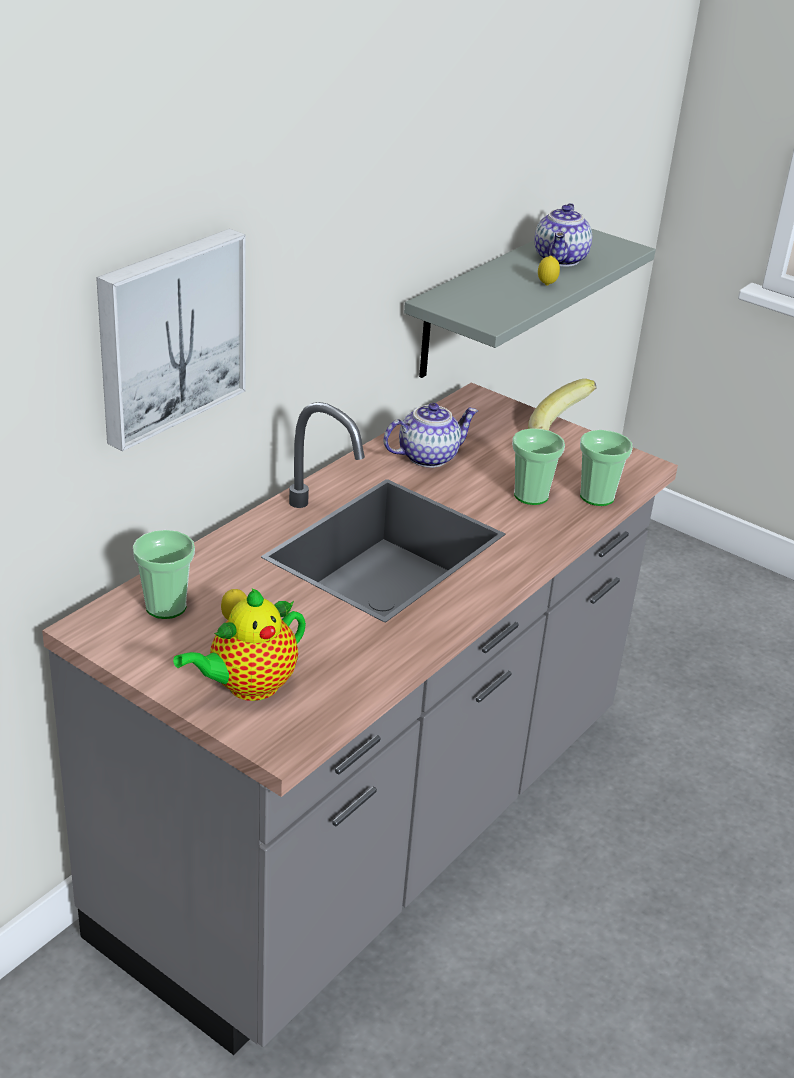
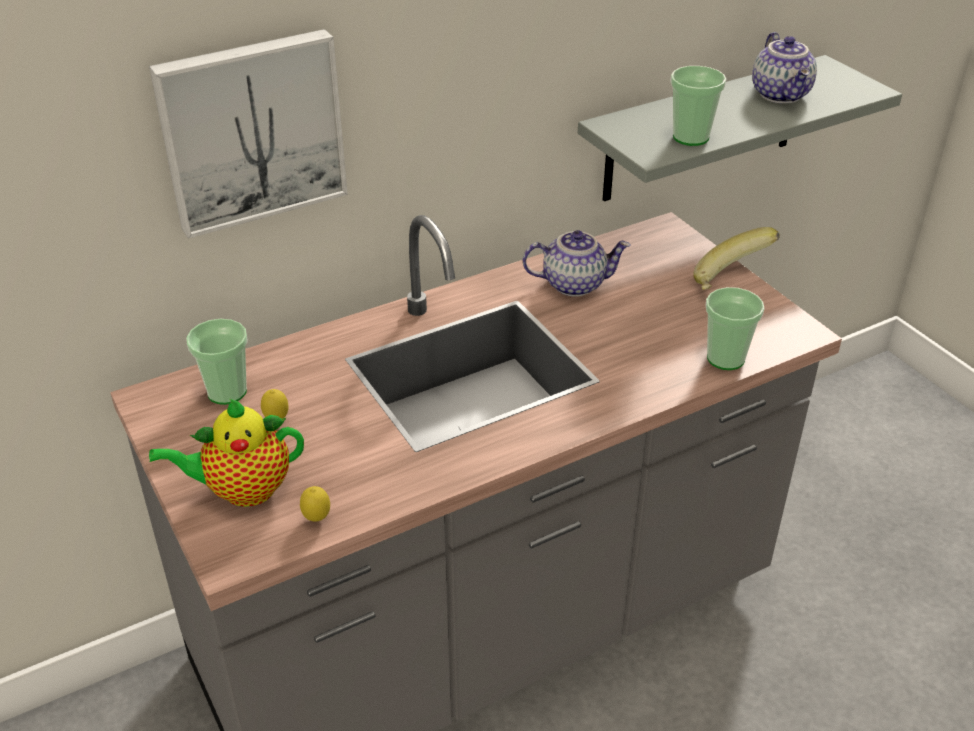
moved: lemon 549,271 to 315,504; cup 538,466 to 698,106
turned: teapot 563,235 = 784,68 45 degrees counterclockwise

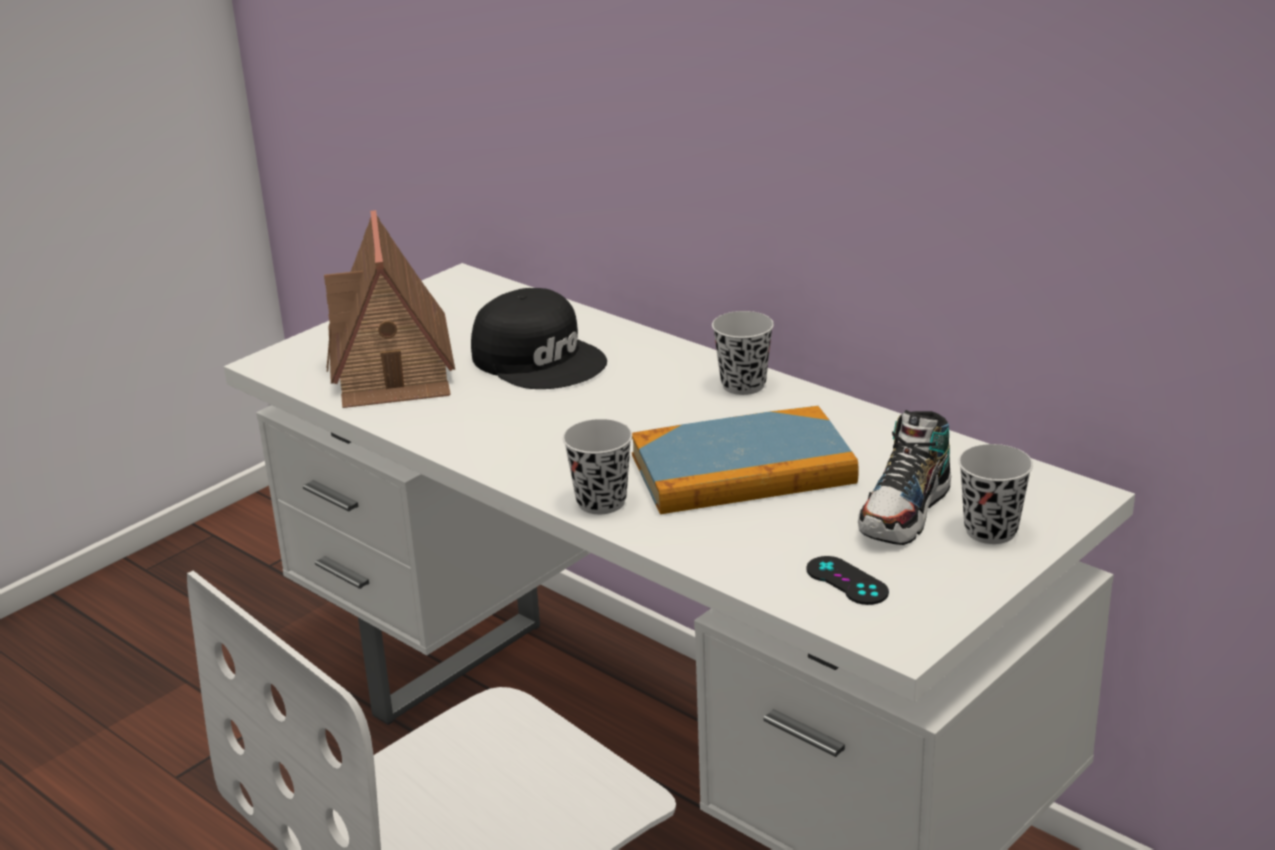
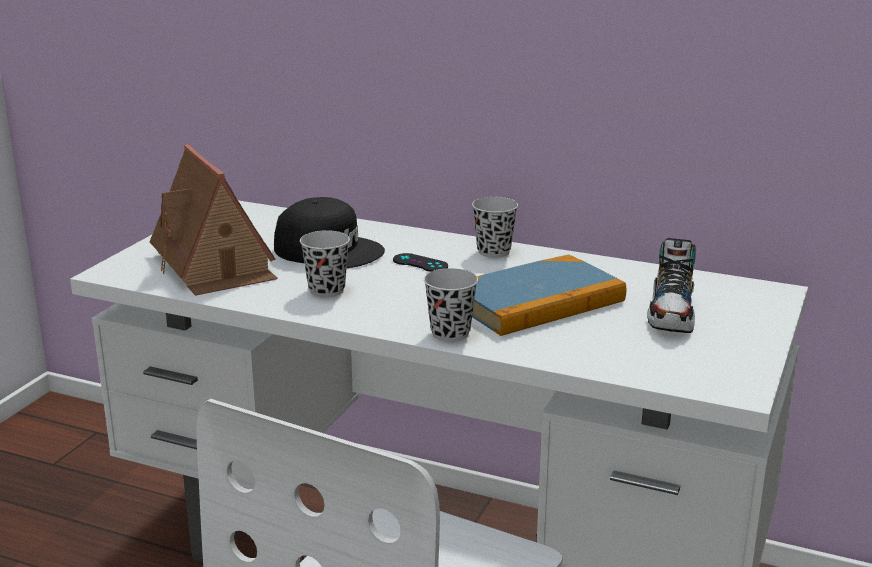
moved: cup (black) 995,494 to 325,263; game controller (black) 847,580 to 420,262

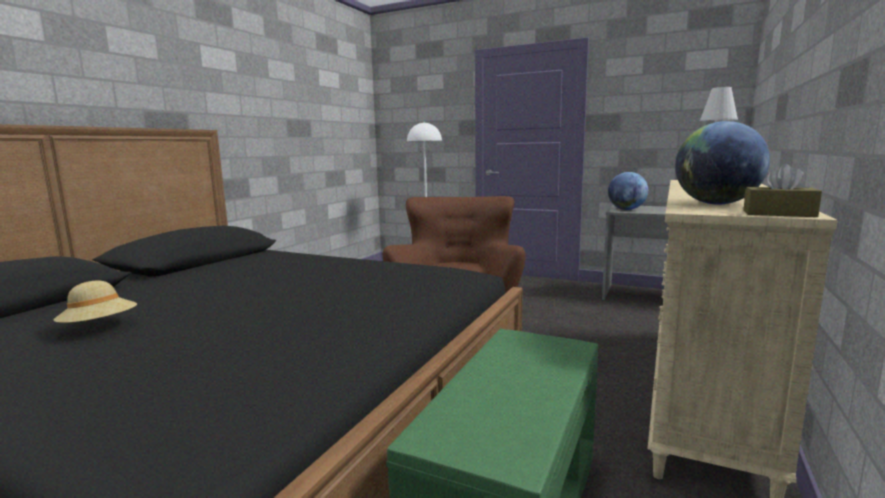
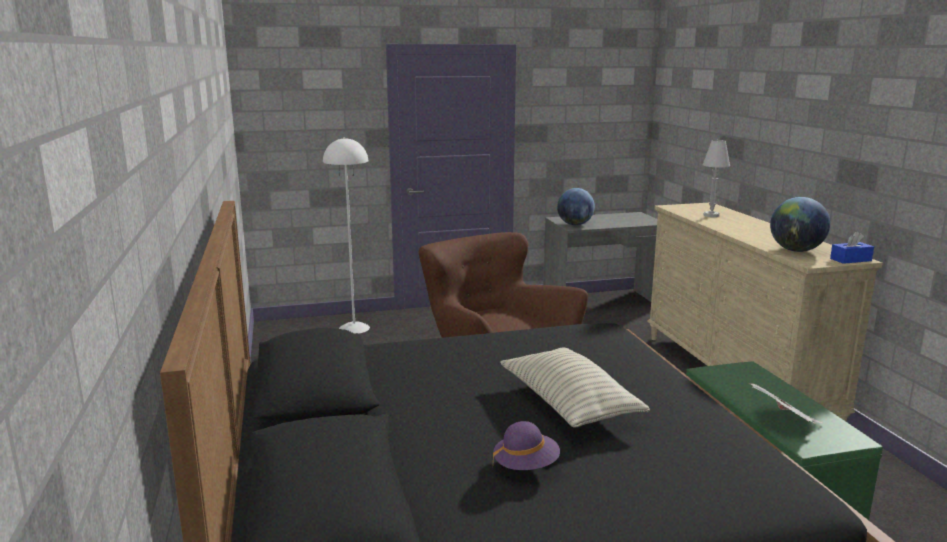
added: pillow 575,388; newspaper 785,403
recoloured: tissue box (brown) 782,190 to tissue box (blue) 852,247; hat (beige) 95,302 to hat (purple) 526,445

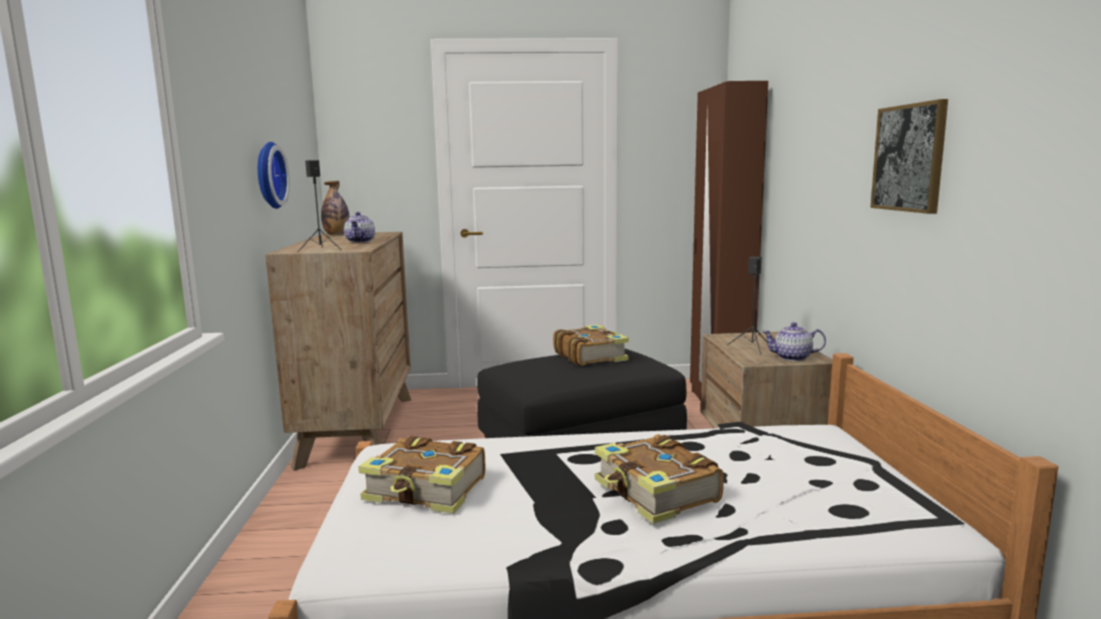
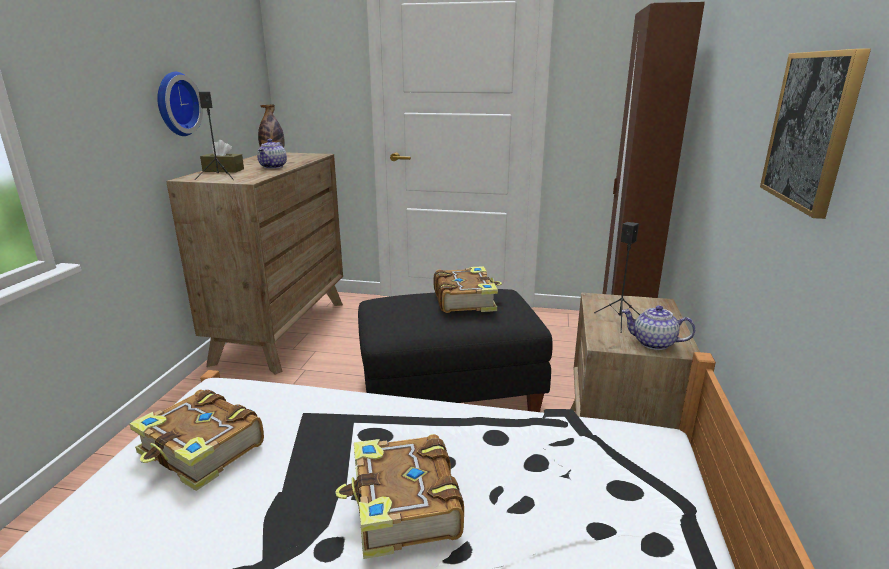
added: tissue box (brown) 222,156

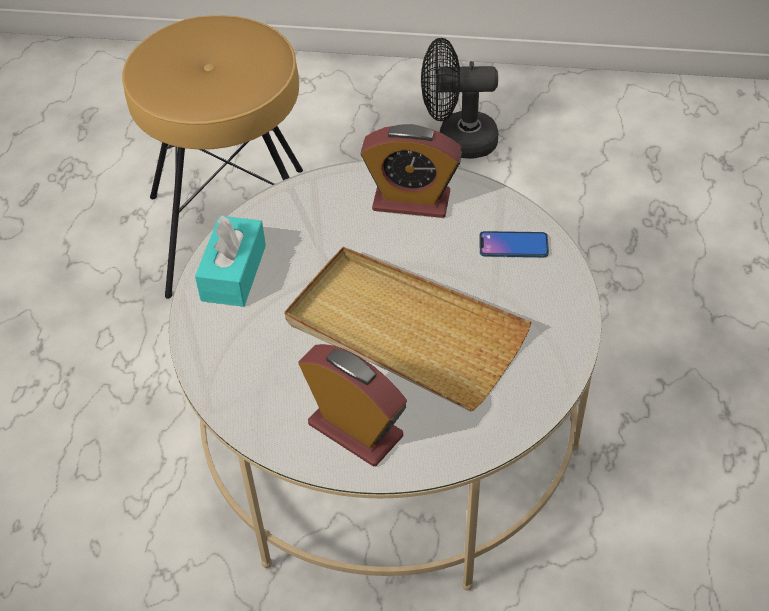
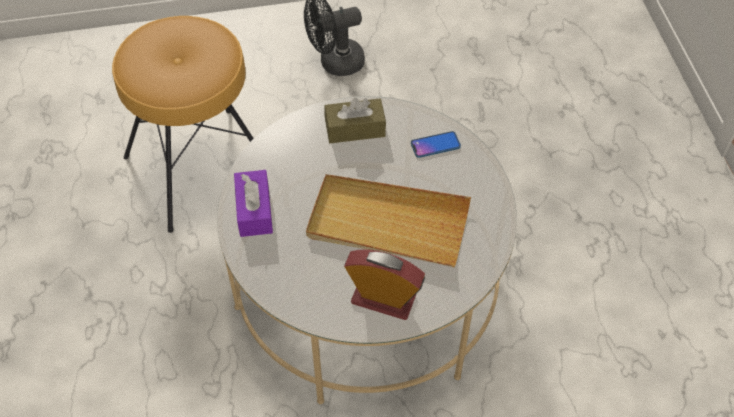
replaced: alarm clock 411,171 to tissue box (brown) 355,120
recoloured: tissue box (turquoise) 230,261 to tissue box (purple) 253,203

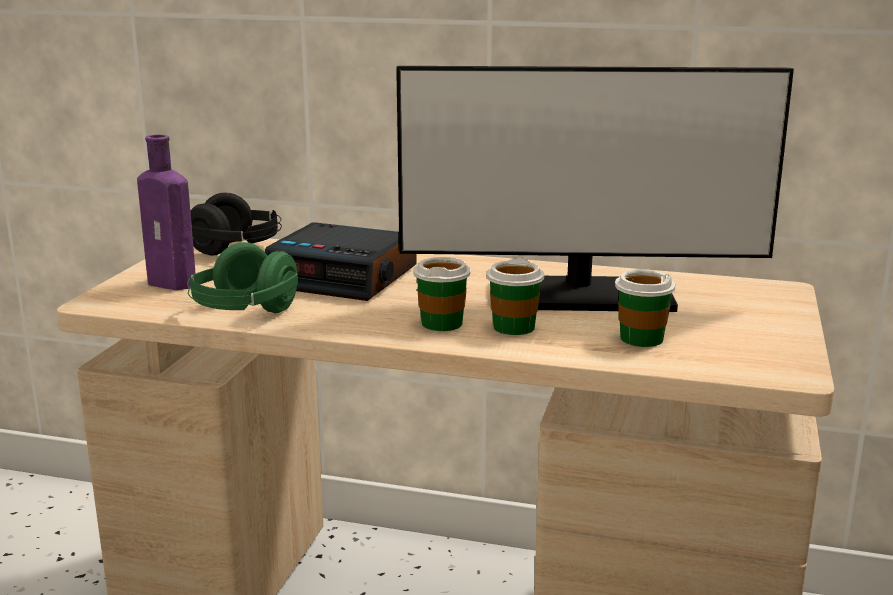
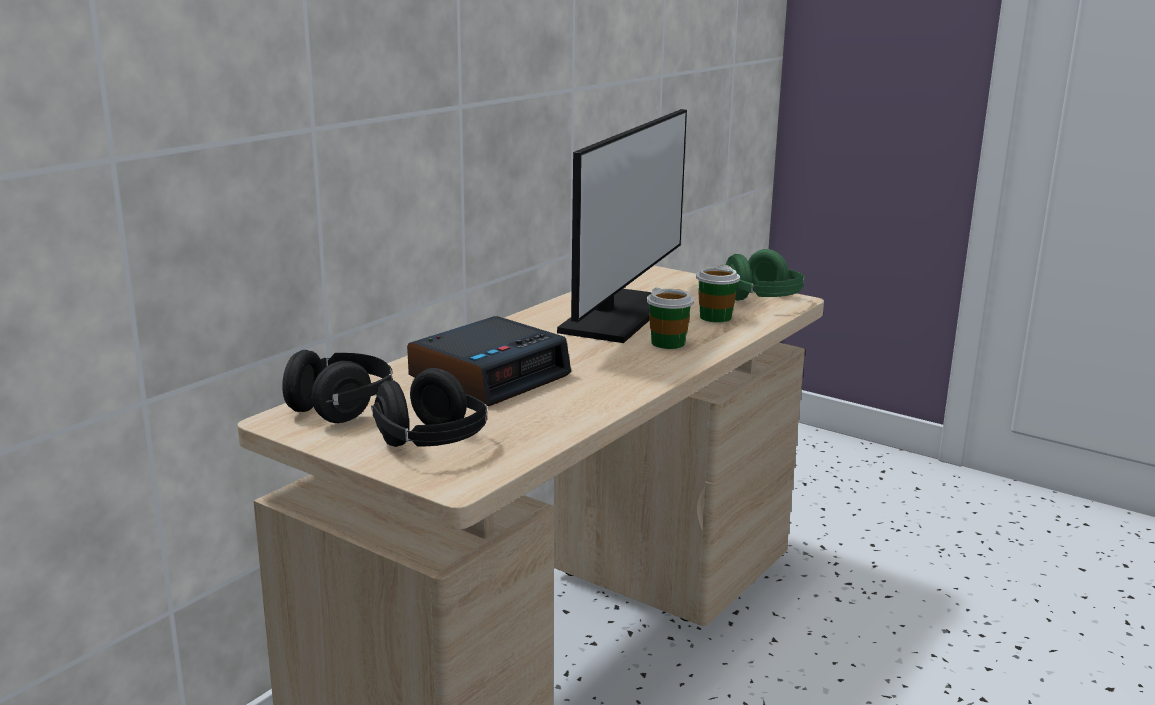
removed: cup 442,294
moved: headphones (green) 242,277 to 765,275
replaced: bottle (purple) 166,212 to headphones (black) 429,407

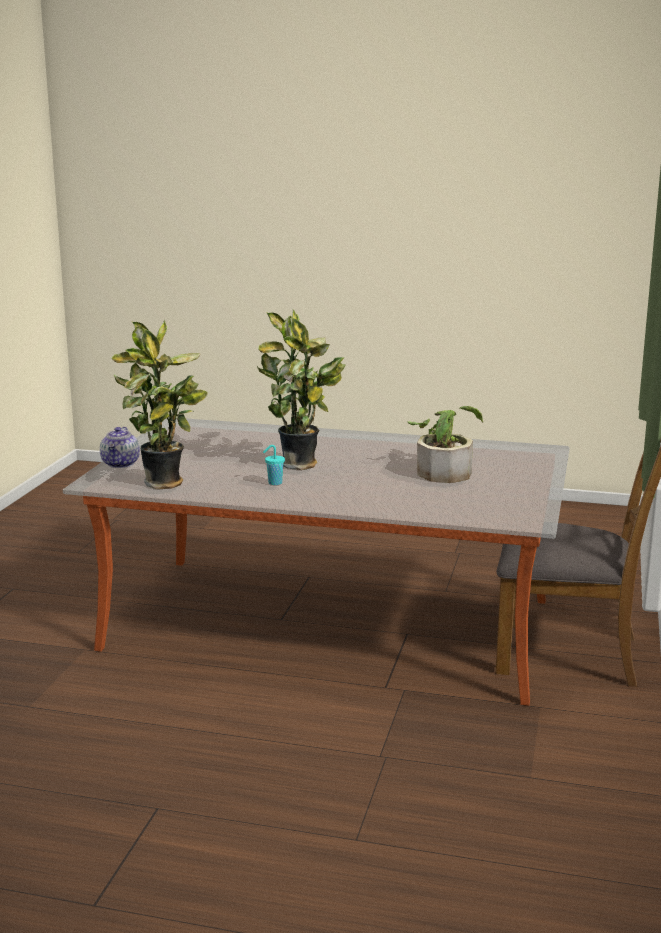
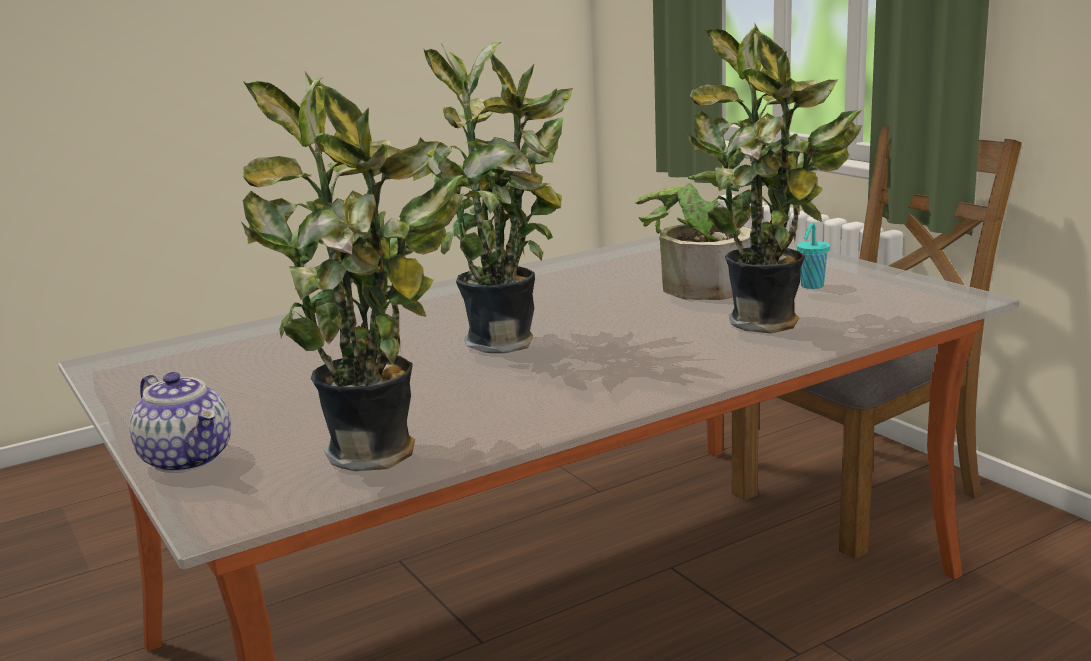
added: potted plant 774,179
moved: cup (turquoise) 274,465 to 813,255

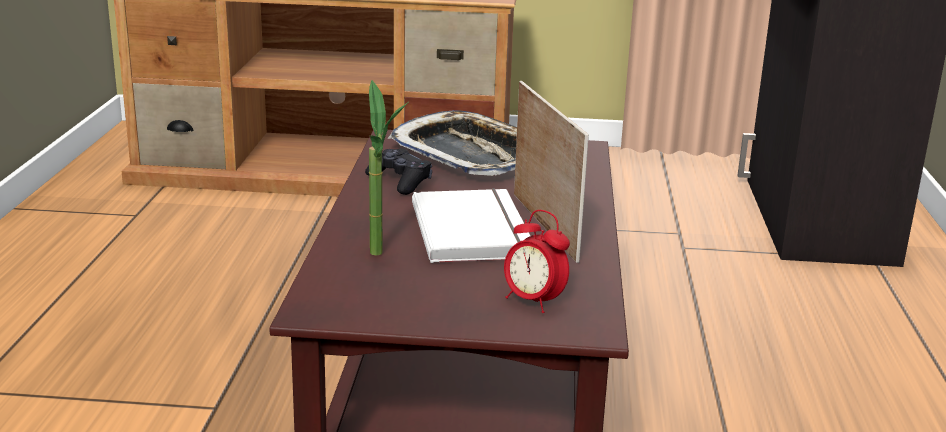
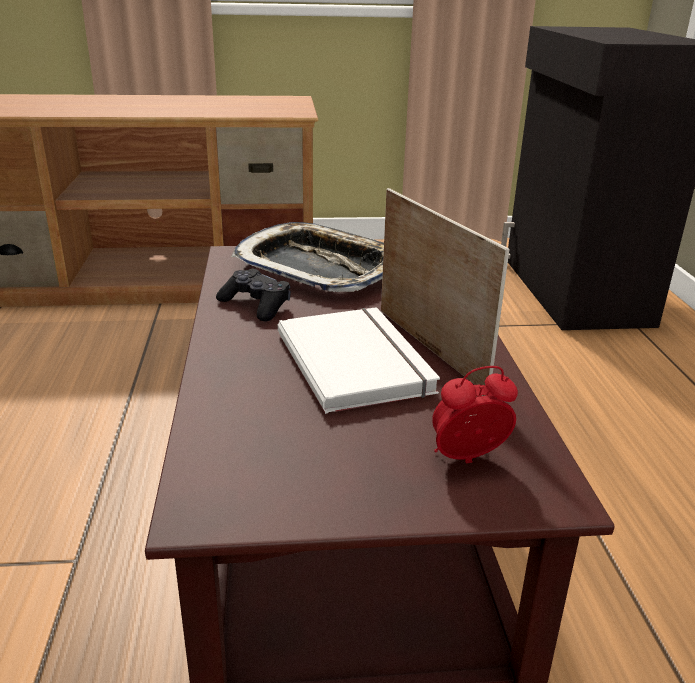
removed: potted plant 388,168
turned: alarm clock 537,261 = 475,414 135 degrees clockwise

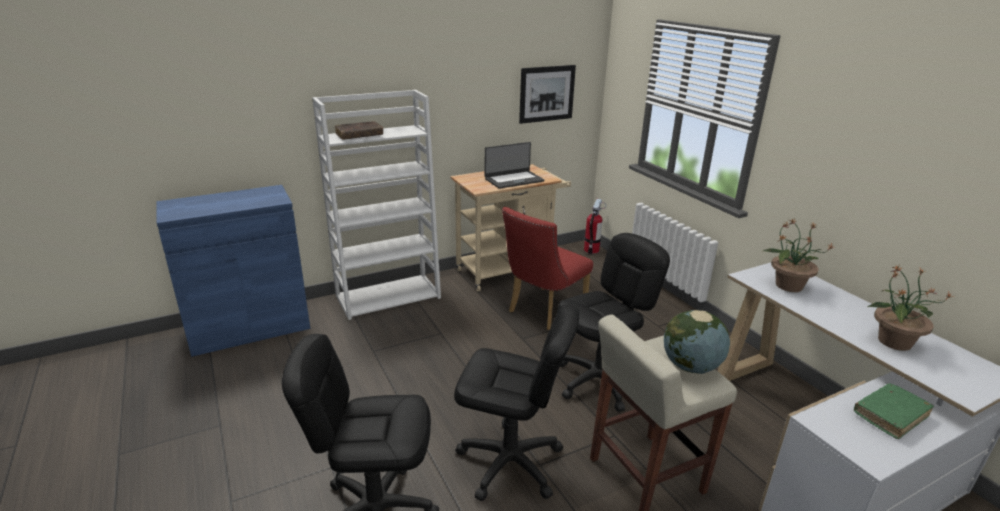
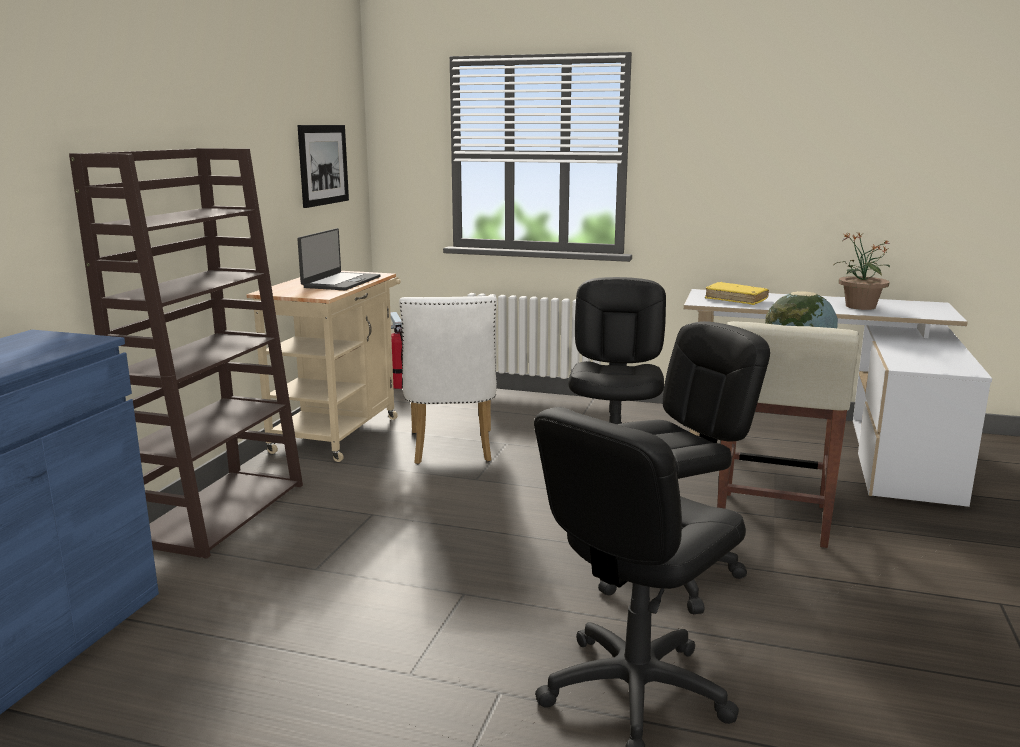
removed: book (brown) 359,130; book (green) 894,411
replaced: potted plant 798,255 to book (yellow) 737,293
recoloured: bookcase (white) 376,205 to bookcase (brown) 186,353; chair (red) 547,268 to chair (white) 448,380

